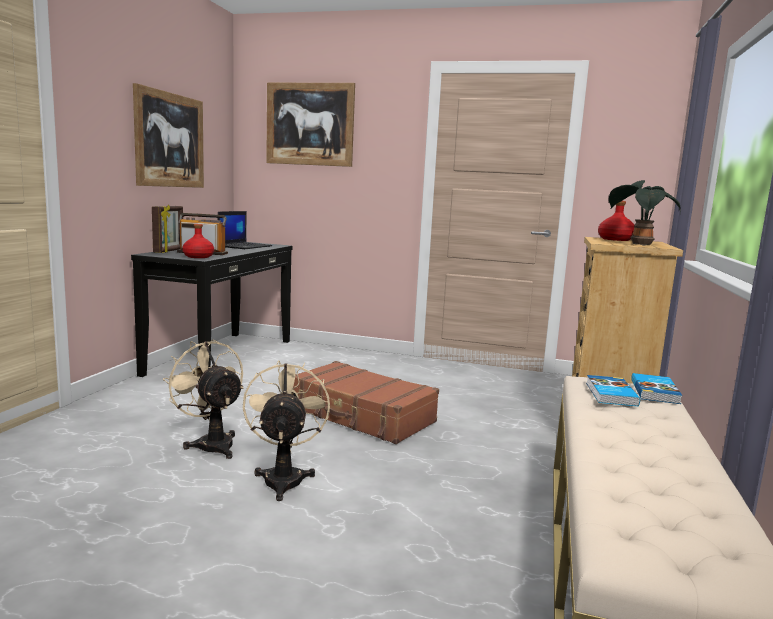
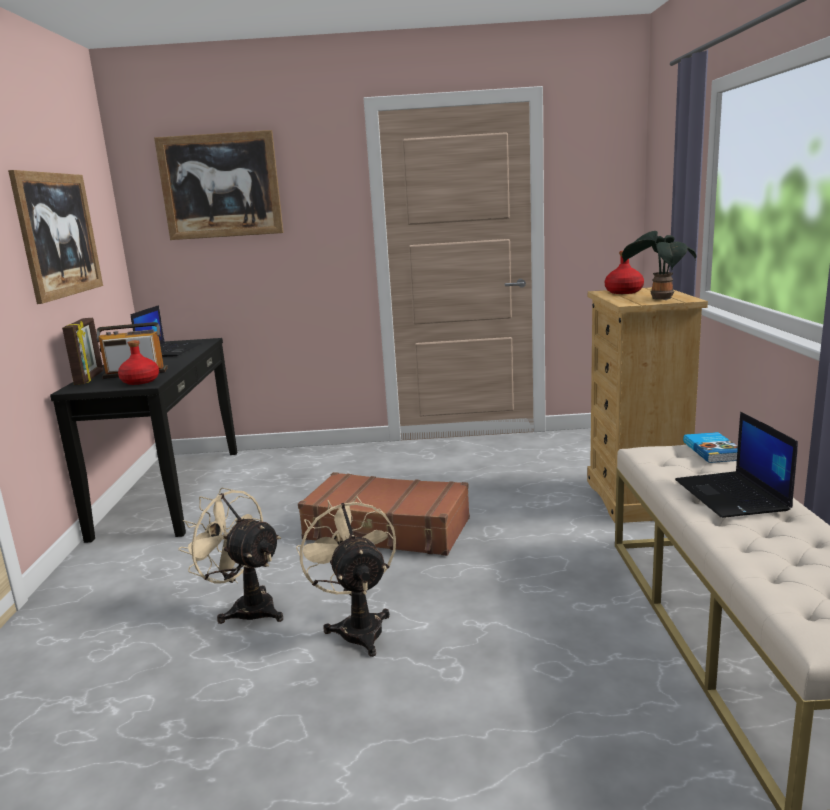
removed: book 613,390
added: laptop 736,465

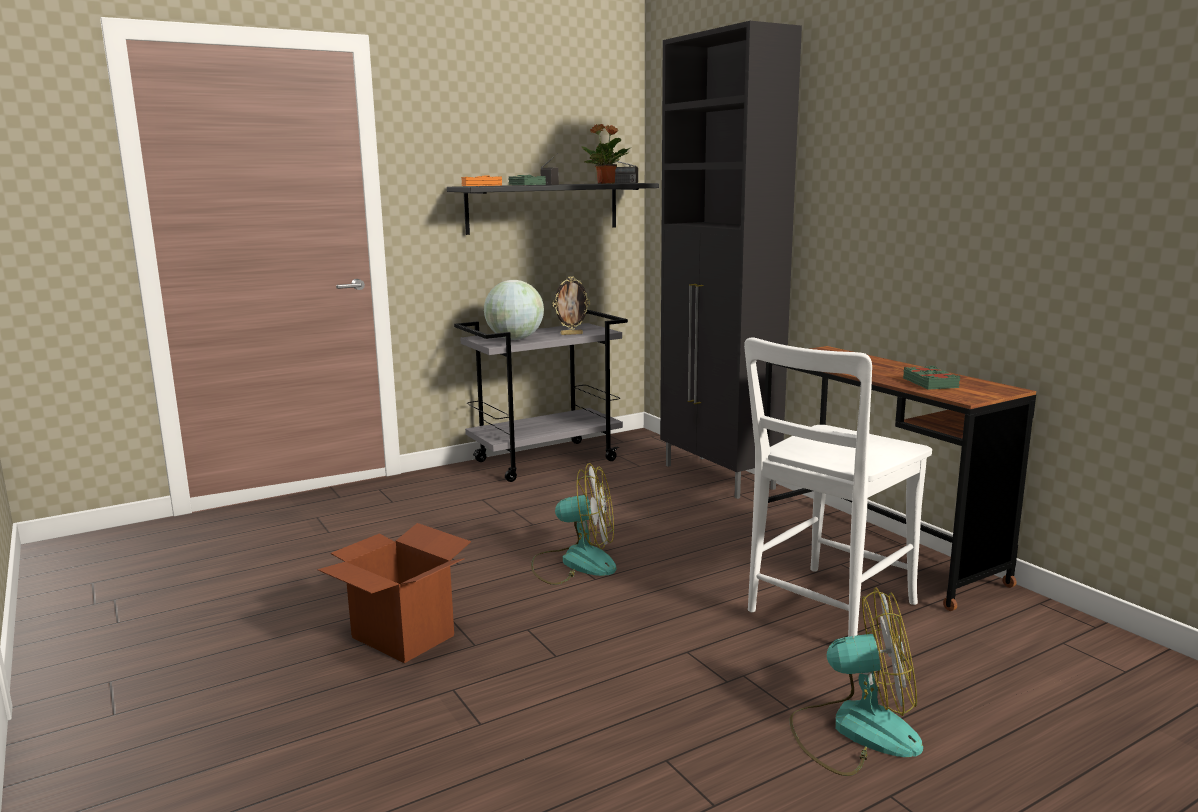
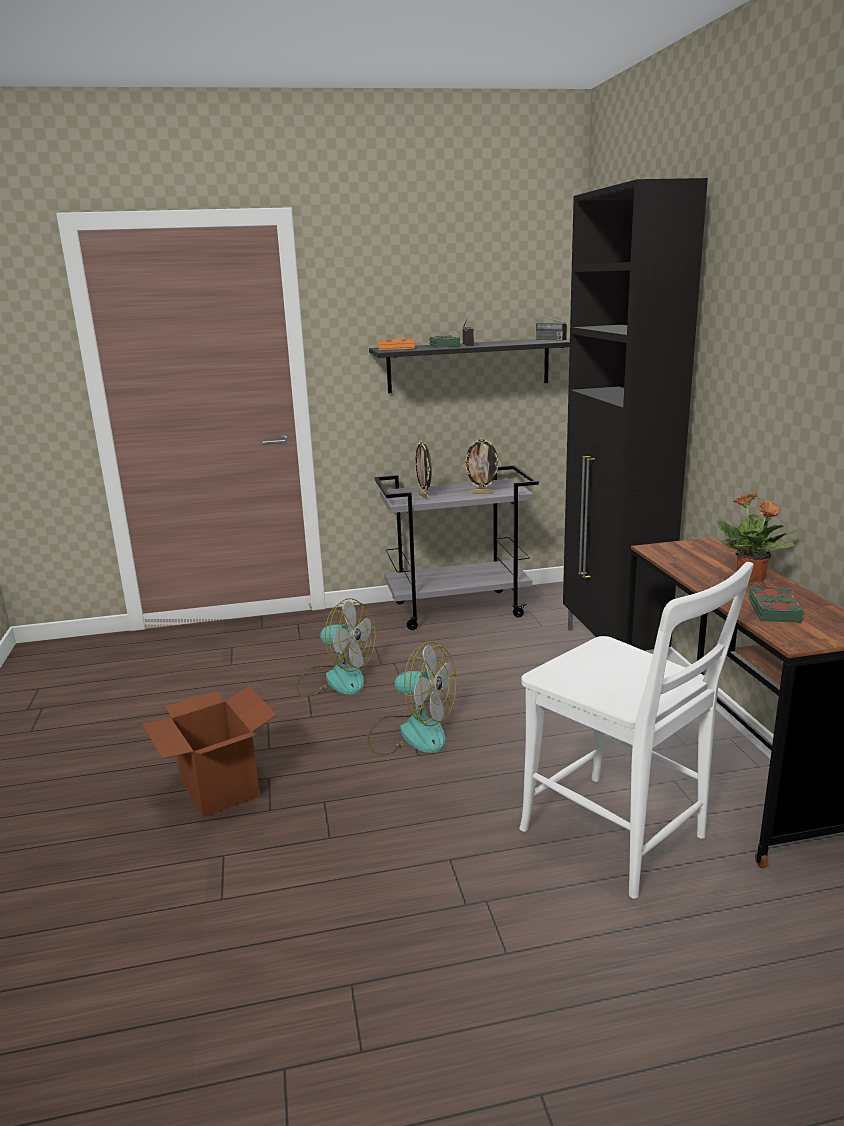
moved: potted plant 605,154 to 757,538; fan 856,681 to 336,647
replaced: globe 514,310 to picture frame 423,469
turned: chair (white) 838,487 = 636,730 105 degrees counterclockwise

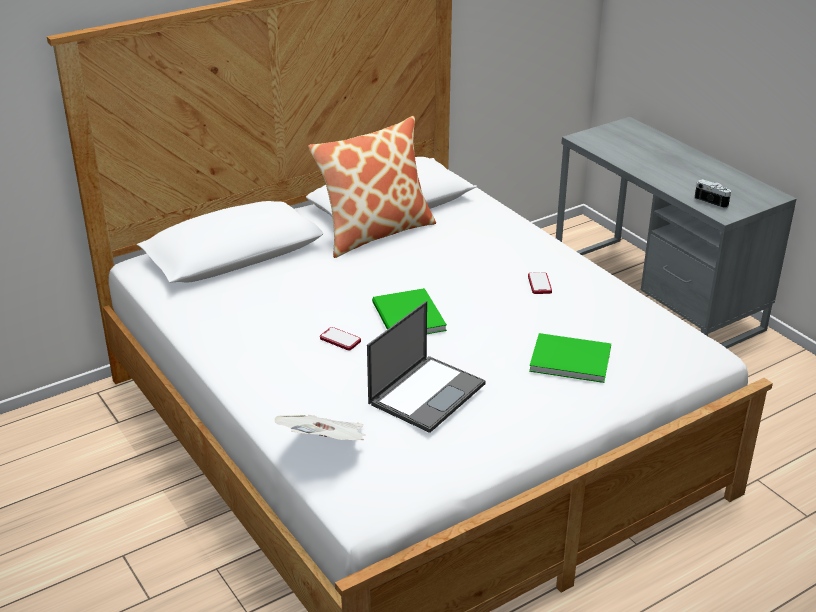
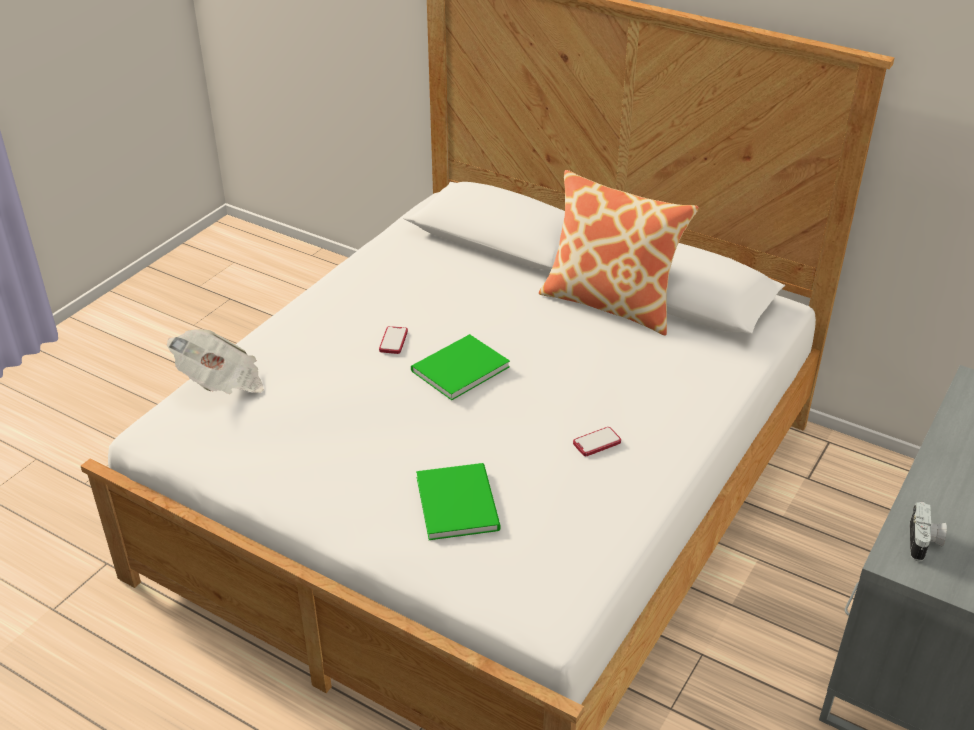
removed: laptop 426,367

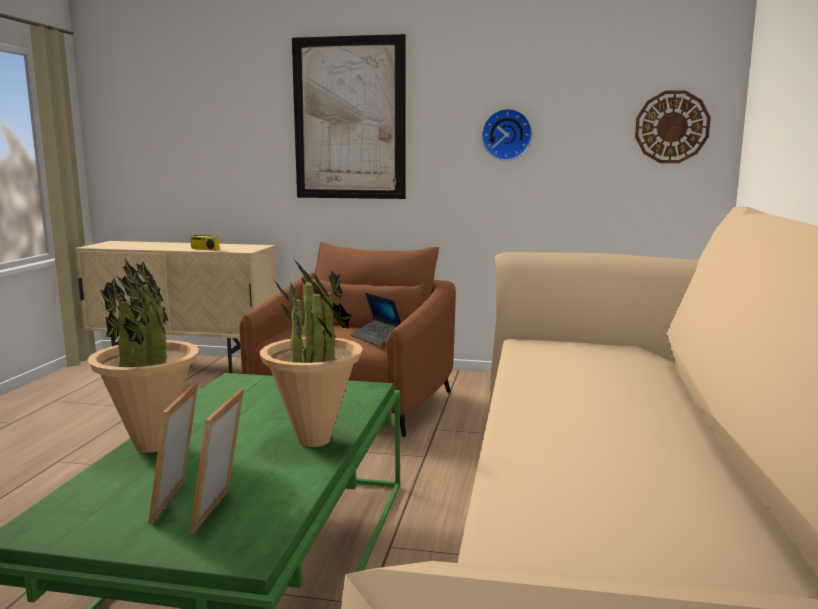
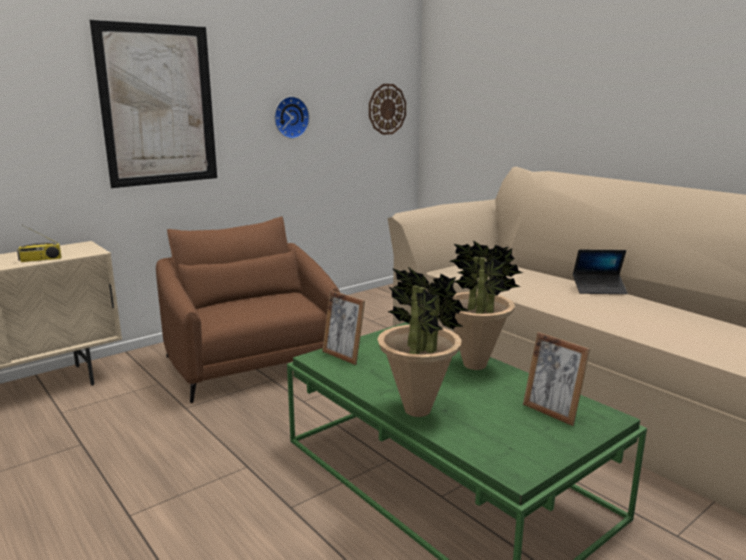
moved: laptop 376,319 to 600,272; picture frame 173,453 to 343,327

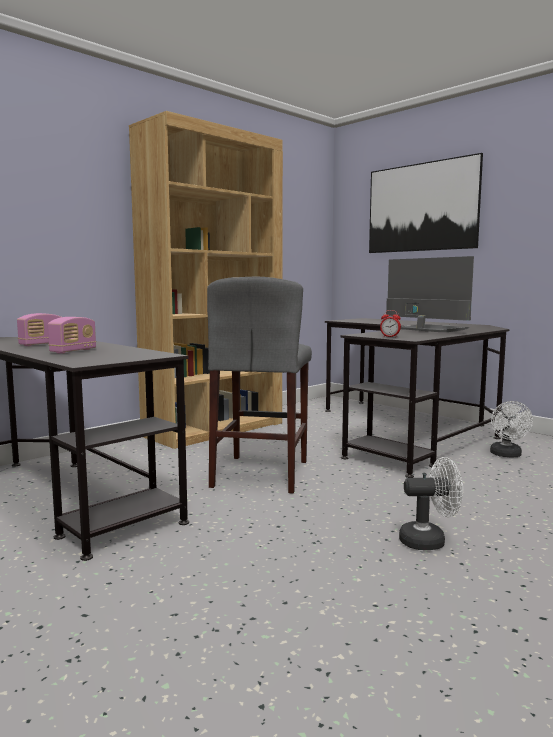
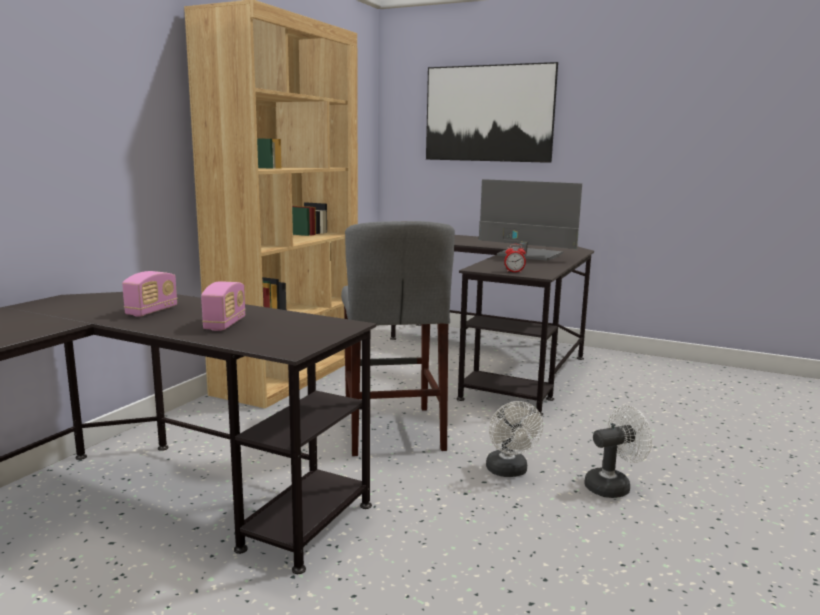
moved: fan (white) 511,429 to 514,439

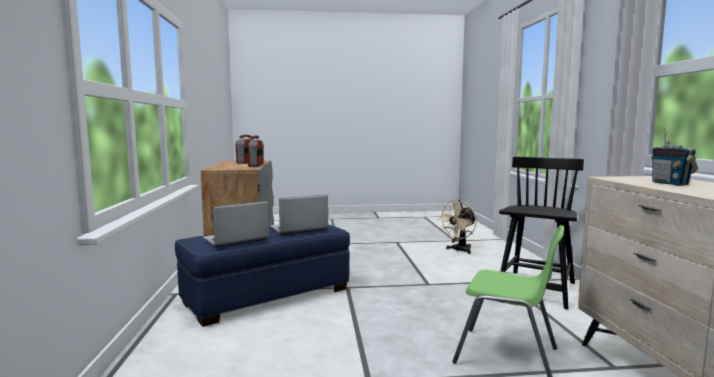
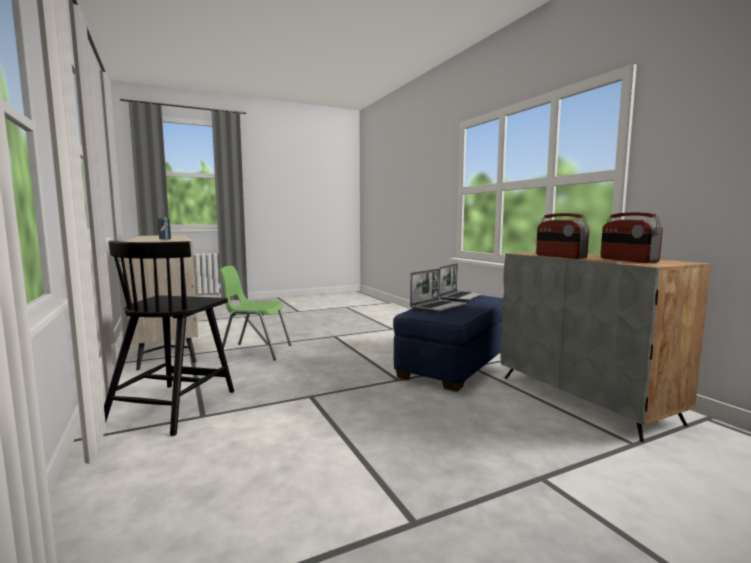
removed: fan (beige) 457,227

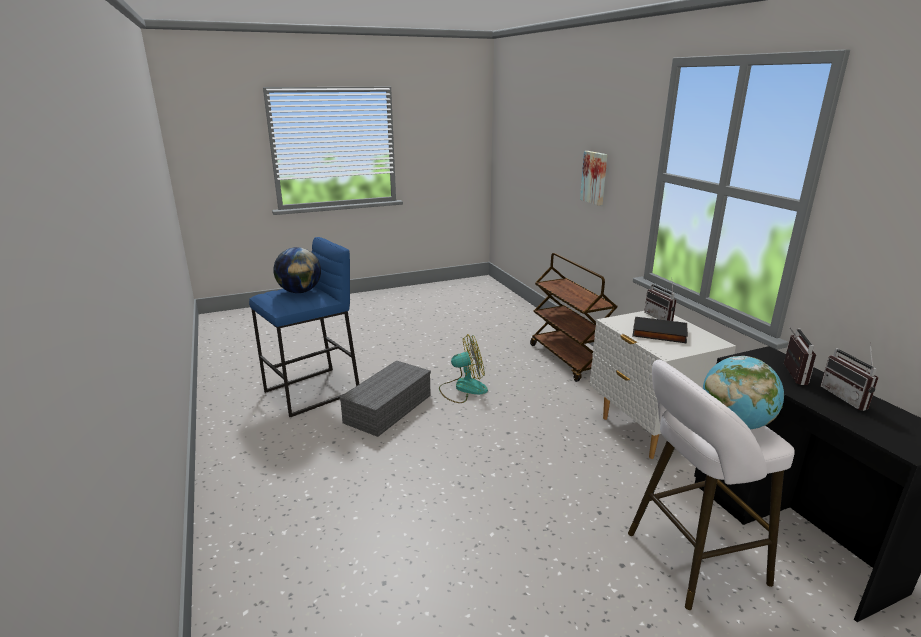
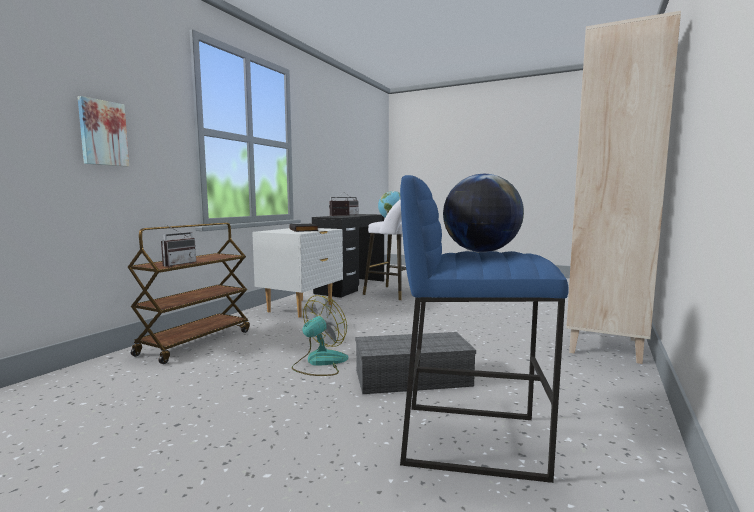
added: bookcase (beige) 623,187
moved: radio 660,302 to 178,246
turned: fan 463,368 = 320,335 90 degrees clockwise

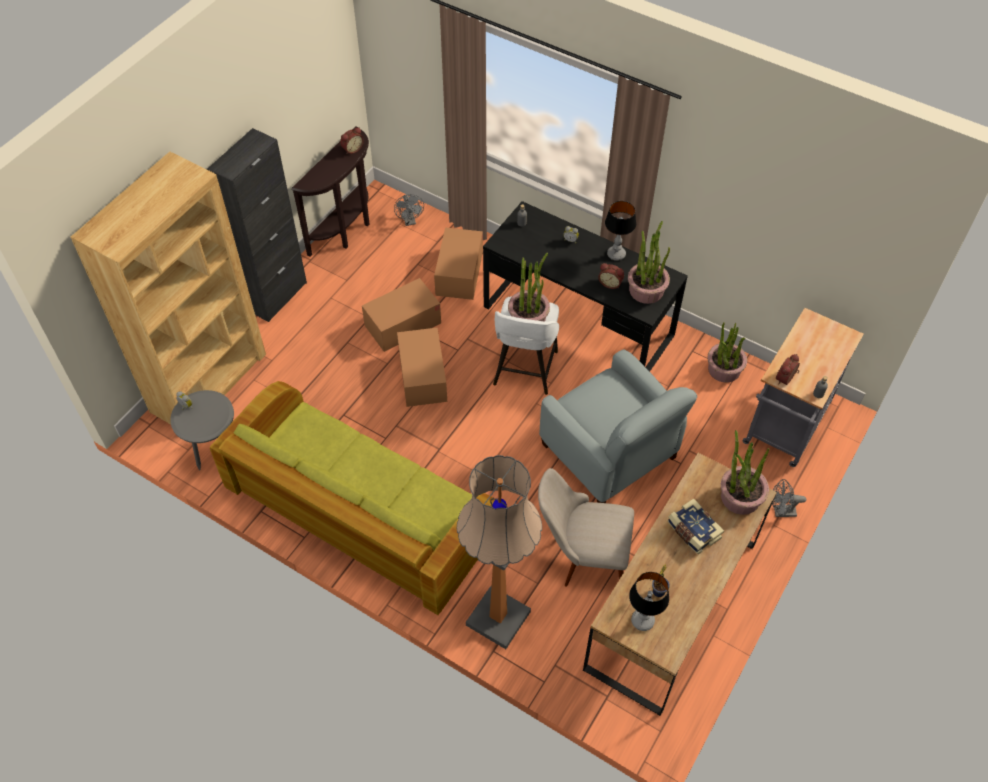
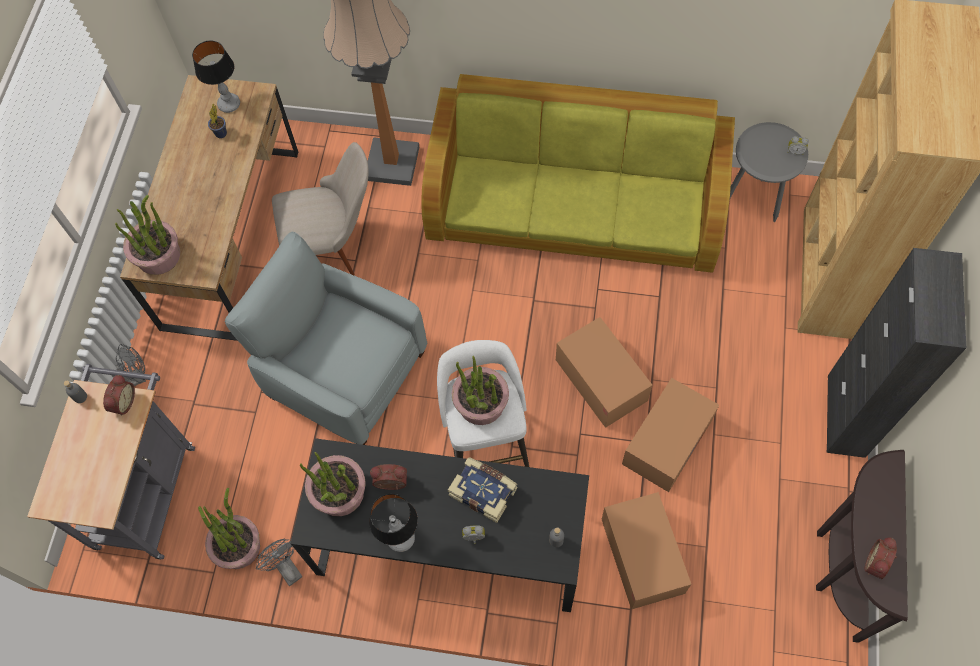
moved: fan (grey) 409,210 to 279,562; book 696,526 to 482,490

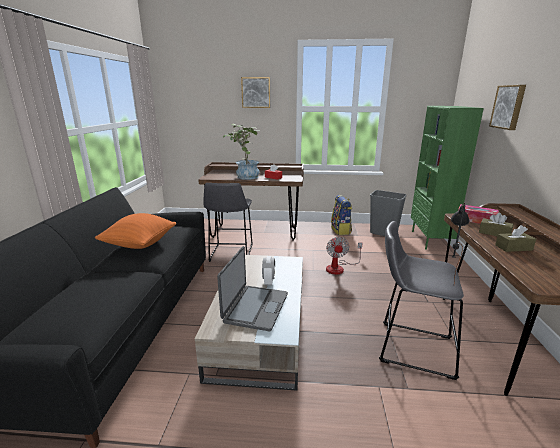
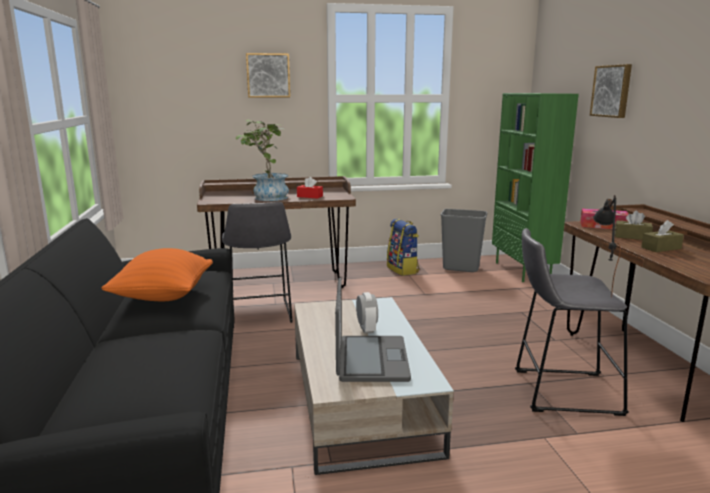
removed: fan 344,256

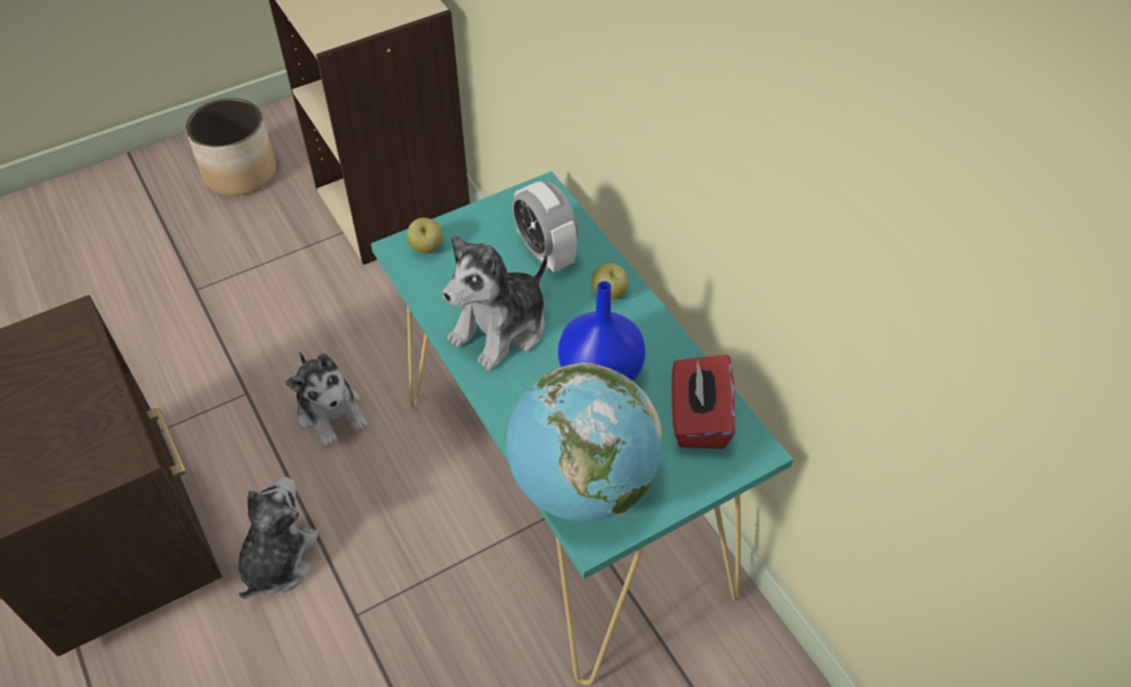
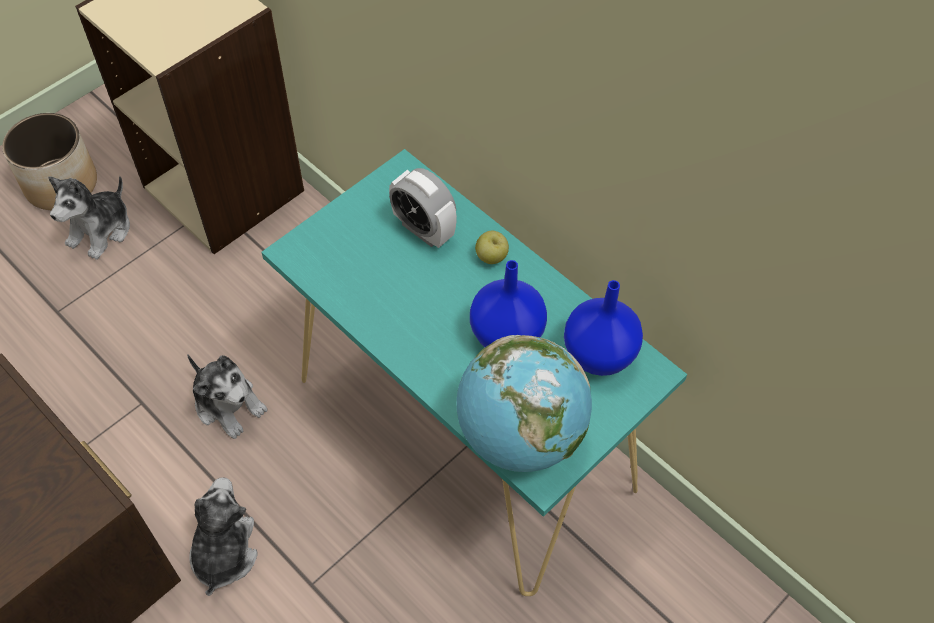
removed: apple 425,235
moved: plush toy 495,303 to 89,218
replaced: tissue box (red) 703,401 to vase (blue) 603,328

